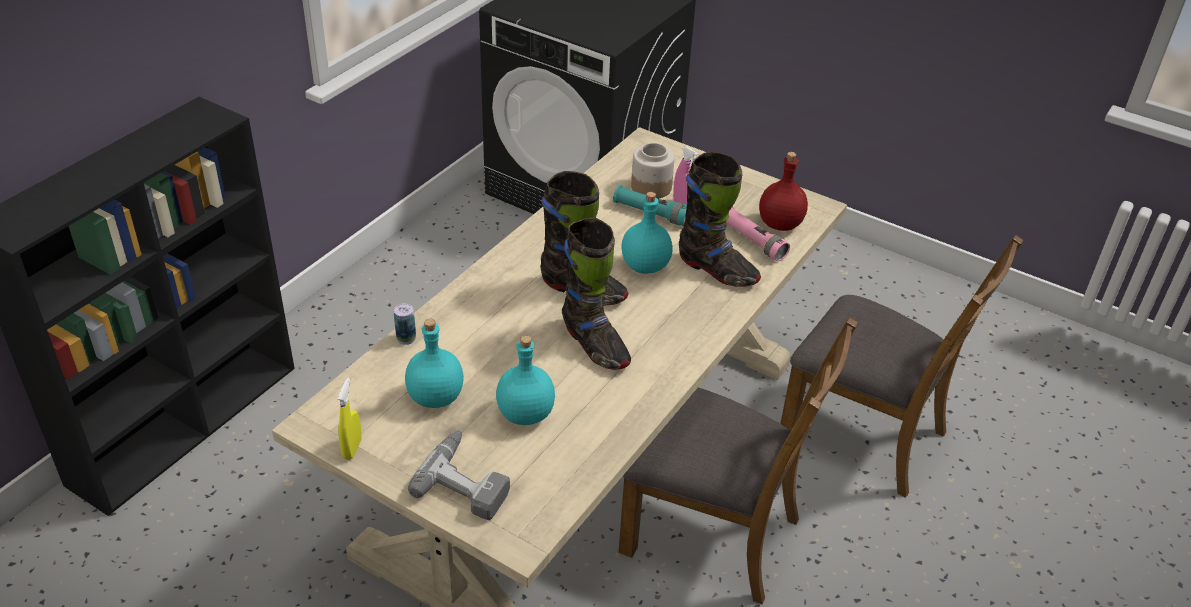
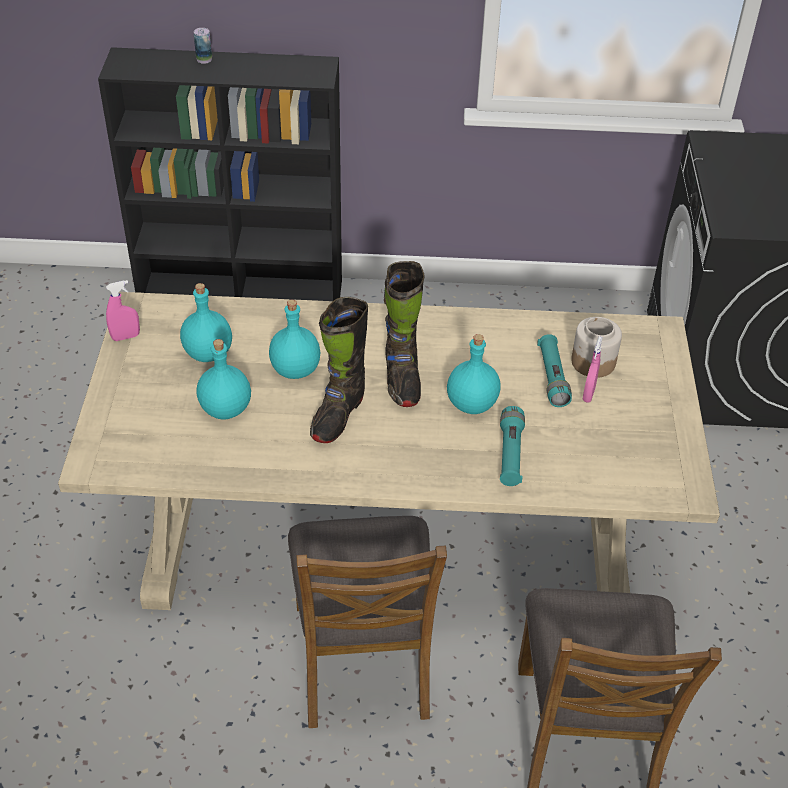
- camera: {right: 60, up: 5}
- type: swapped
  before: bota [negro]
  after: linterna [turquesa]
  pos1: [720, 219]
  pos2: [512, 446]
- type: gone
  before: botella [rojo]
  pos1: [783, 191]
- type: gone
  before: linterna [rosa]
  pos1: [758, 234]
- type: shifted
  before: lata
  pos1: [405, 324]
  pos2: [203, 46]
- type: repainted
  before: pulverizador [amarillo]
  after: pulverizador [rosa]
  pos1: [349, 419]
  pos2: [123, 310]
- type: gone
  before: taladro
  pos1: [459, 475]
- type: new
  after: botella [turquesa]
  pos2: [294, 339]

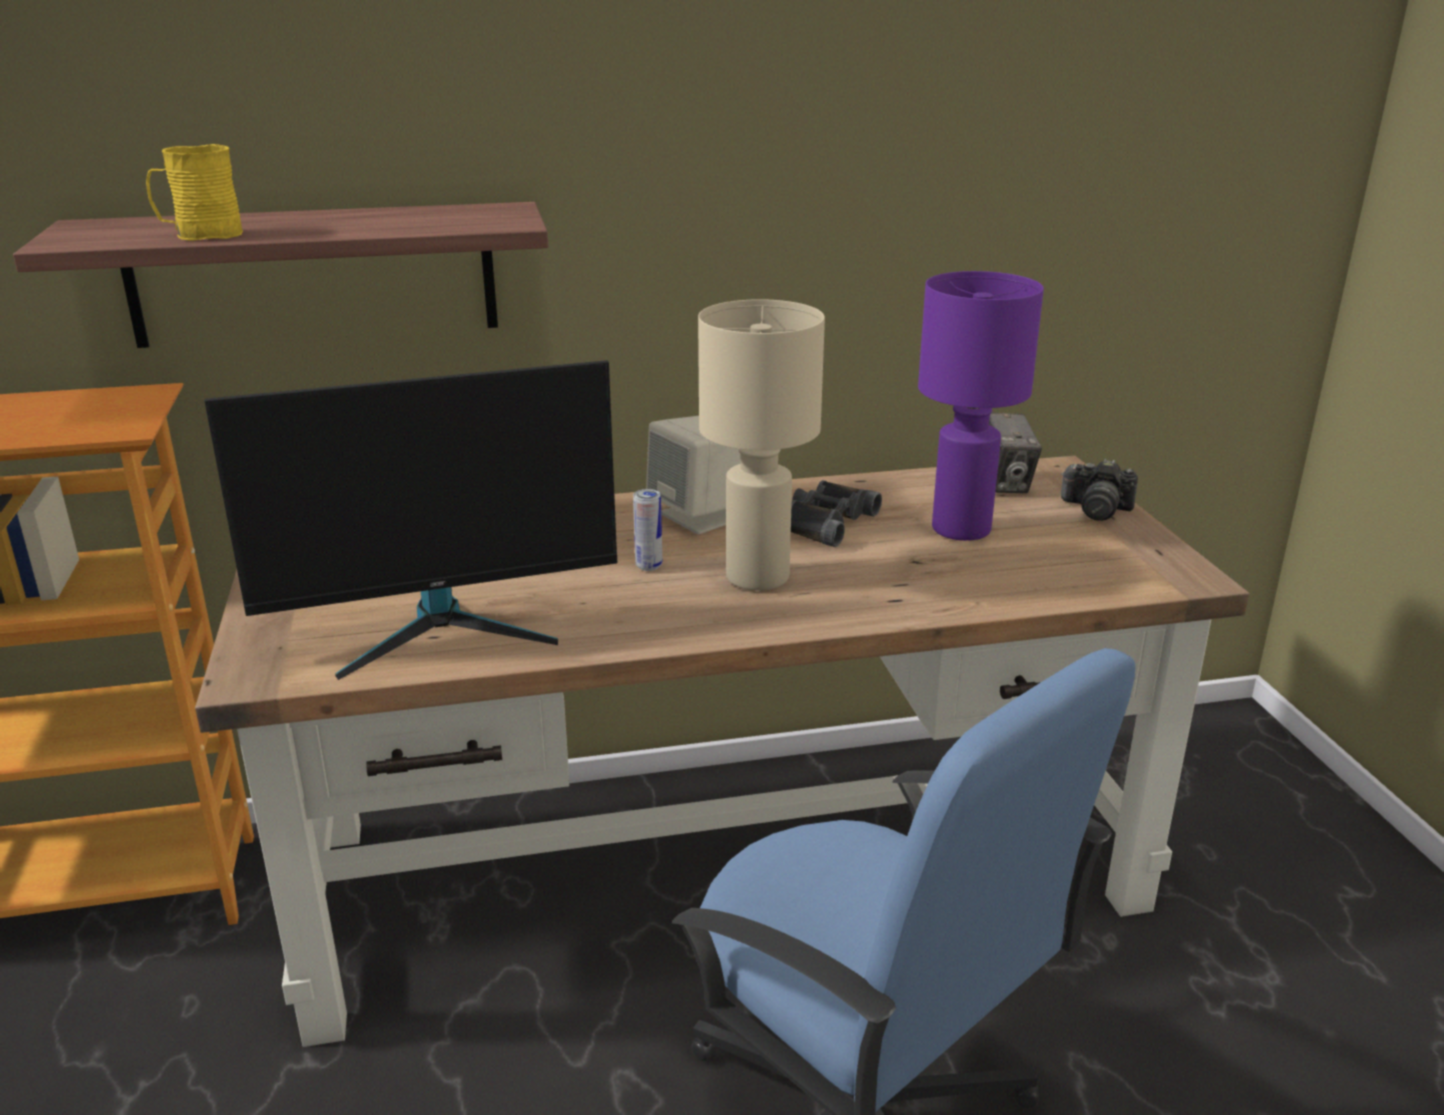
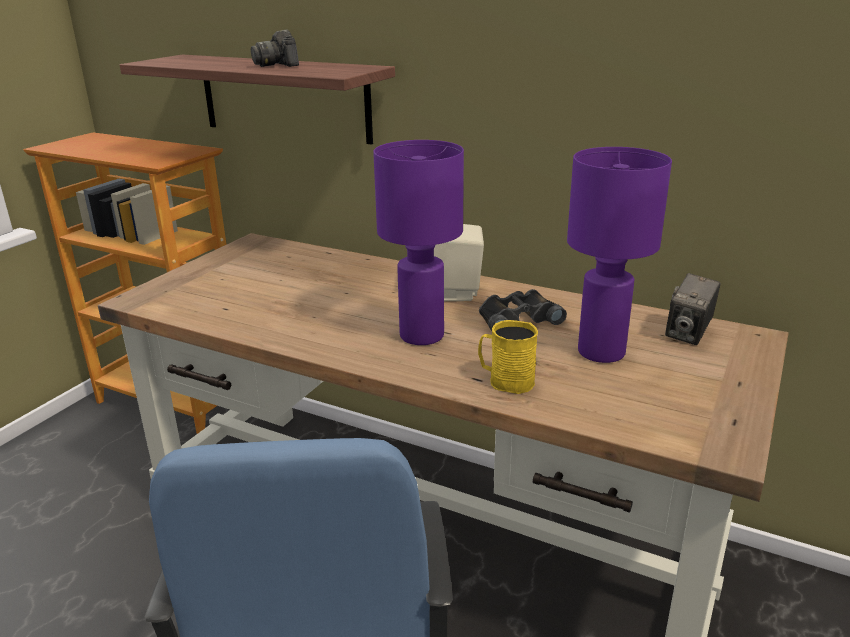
- camera: {right: 40, up: 0}
- type: shifted
  before: taza grande [amarillo]
  pos1: [194, 192]
  pos2: [508, 357]
- type: repainted
  before: lámpara de mesa [beis]
  after: lámpara de mesa [morado]
  pos1: [761, 445]
  pos2: [418, 242]
- type: gone
  before: monitor
  pos1: [410, 520]
- type: shifted
  before: cámara
  pos1: [1099, 490]
  pos2: [275, 48]
- type: gone
  before: lata
  pos1: [647, 530]

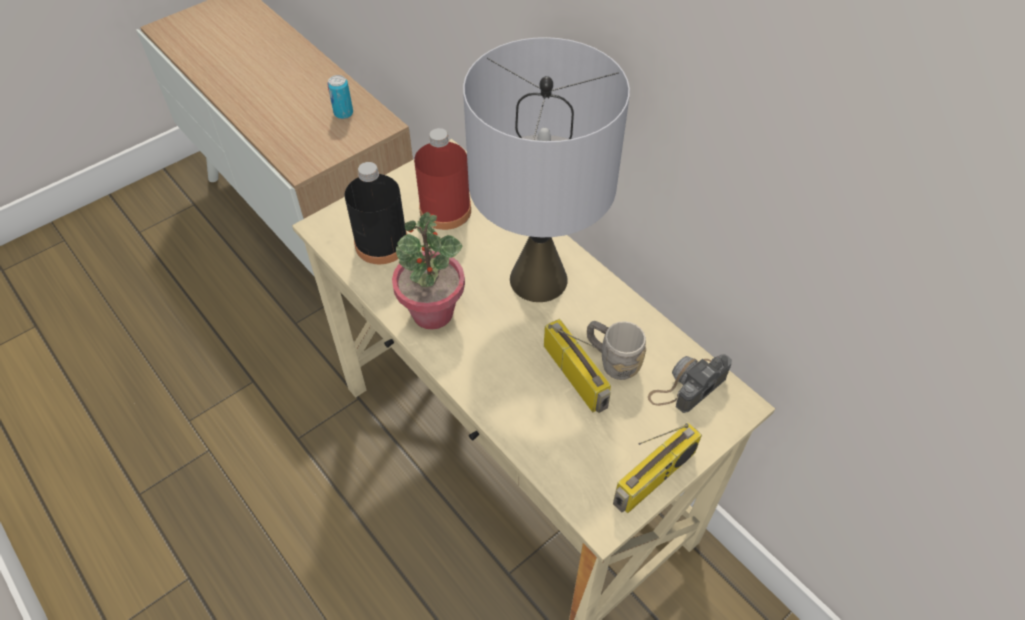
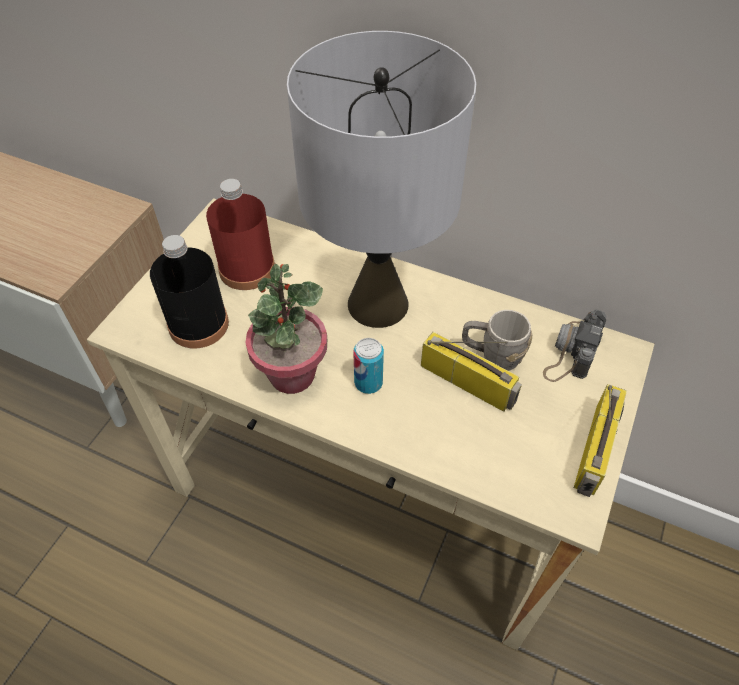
- camera: {right: -25, up: 0}
- type: shifted
  before: lata
  pos1: [340, 97]
  pos2: [368, 366]

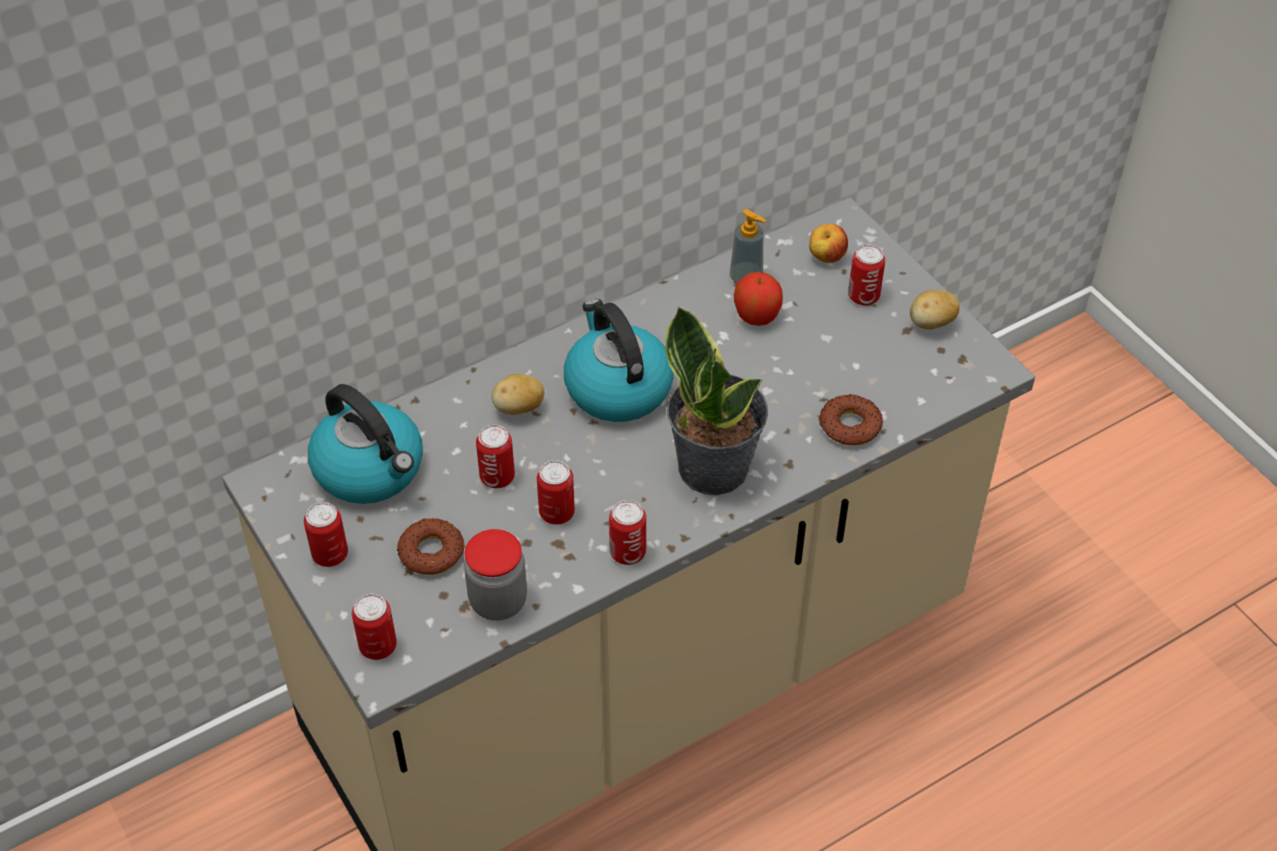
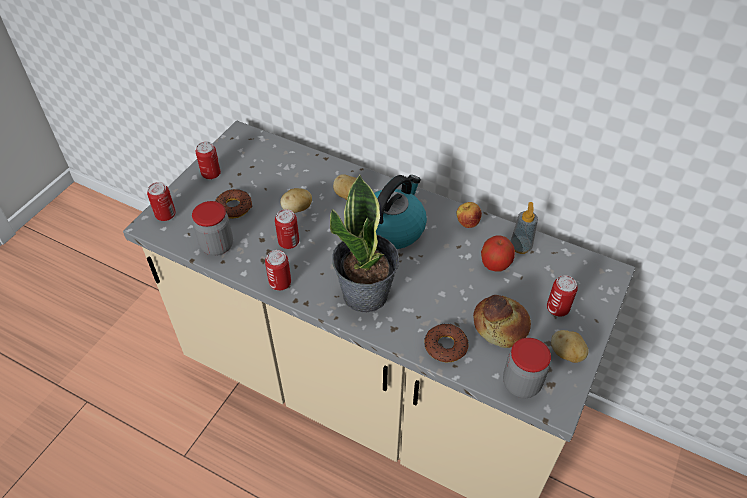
- camera: {right: 60, up: 0}
- type: shifted
  before: manzana
  pos1: [828, 243]
  pos2: [469, 215]
- type: gone
  before: hervidor
  pos1: [365, 444]
- type: swapped
  before: lata
  after: patata
  pos1: [495, 456]
  pos2: [296, 200]
- type: new
  after: pan
  pos2: [502, 321]
- type: new
  after: tarro
  pos2: [527, 368]

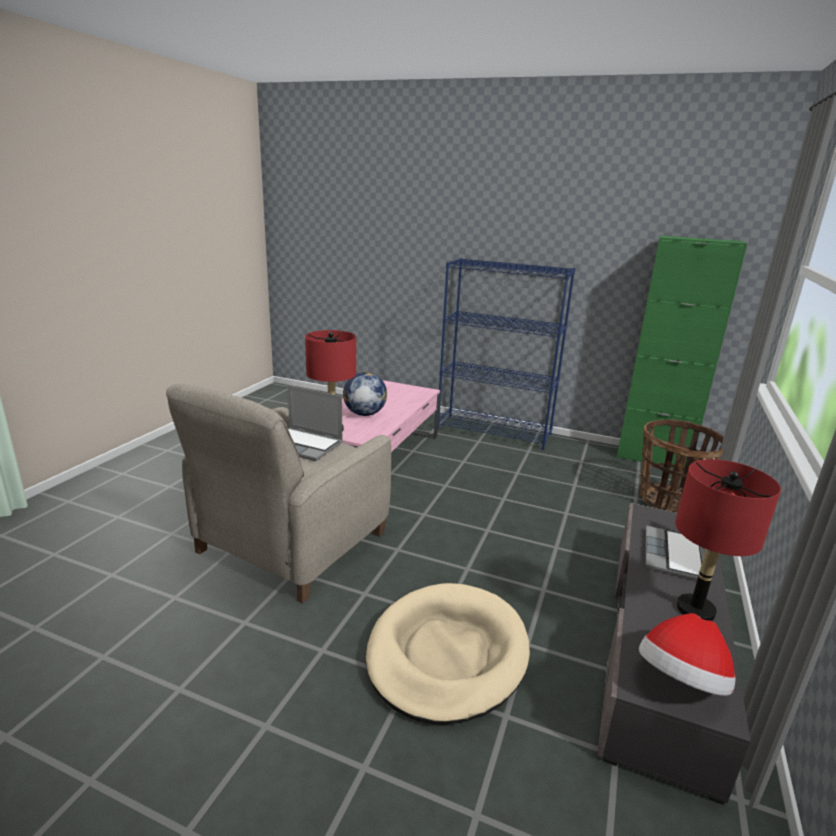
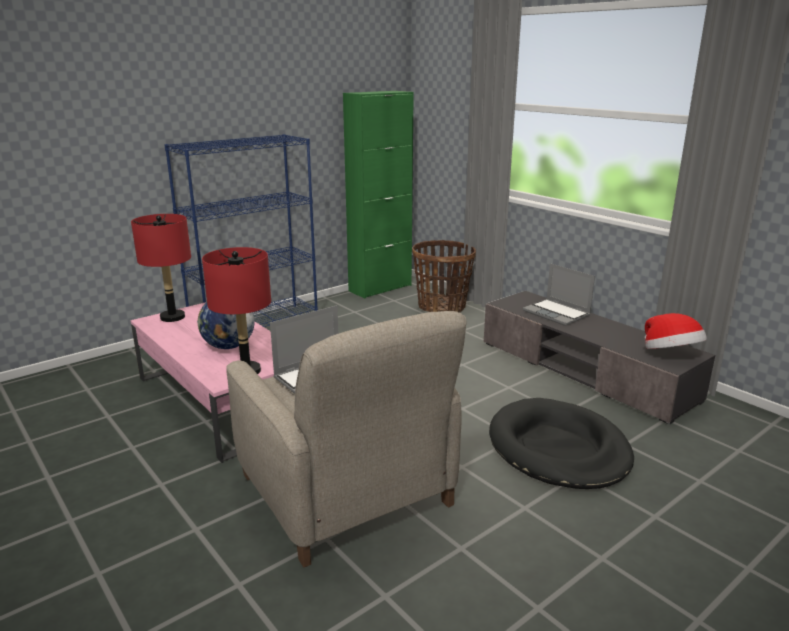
- camera: {right: -60, up: 0}
- type: shifted
  before: lámpara de mesa [rojo]
  pos1: [728, 540]
  pos2: [161, 268]
- type: repainted
  before: cama para perro [beis]
  after: cama para perro [negro]
  pos1: [448, 654]
  pos2: [561, 443]

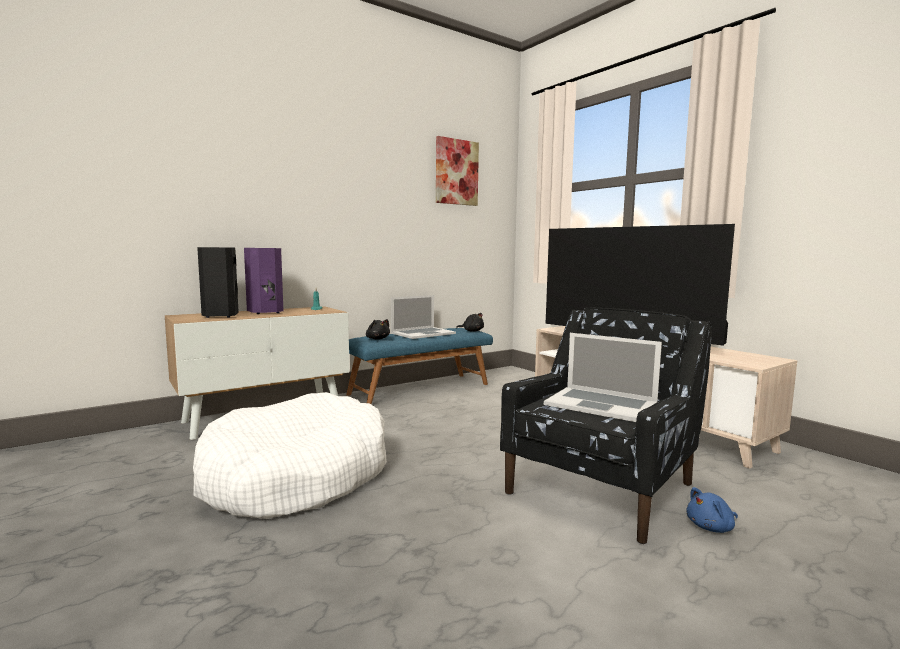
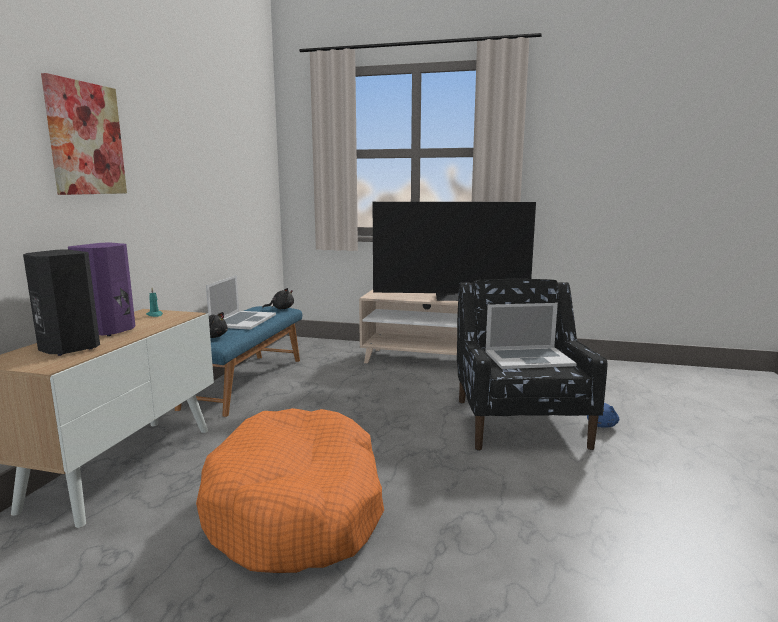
- camera: {right: -40, up: 5}
- type: shifted
  before: cuadro
  pos1: [457, 171]
  pos2: [84, 134]
- type: repainted
  before: cama para perro [blanco]
  after: cama para perro [naranja]
  pos1: [290, 455]
  pos2: [290, 490]

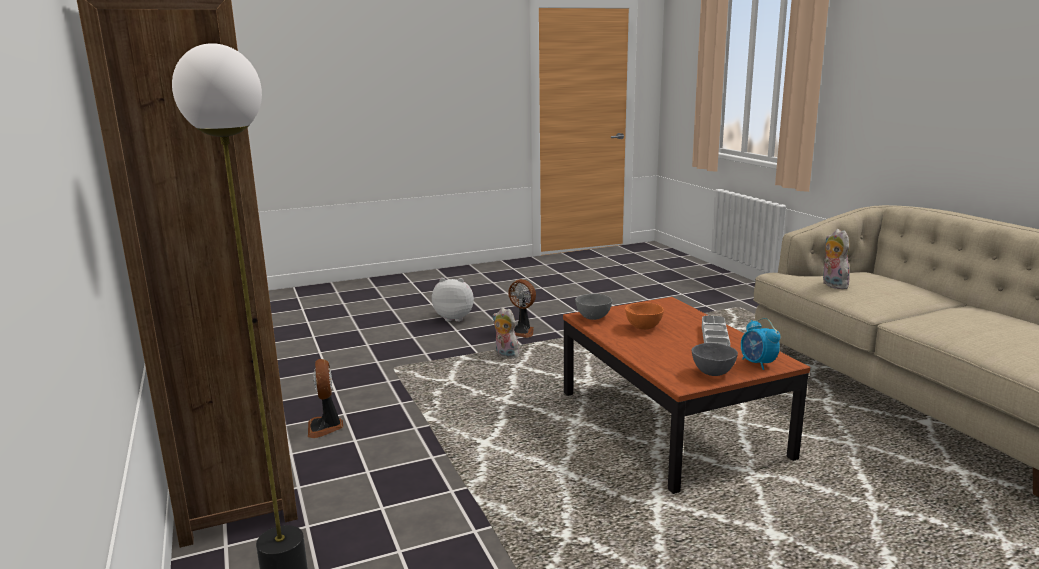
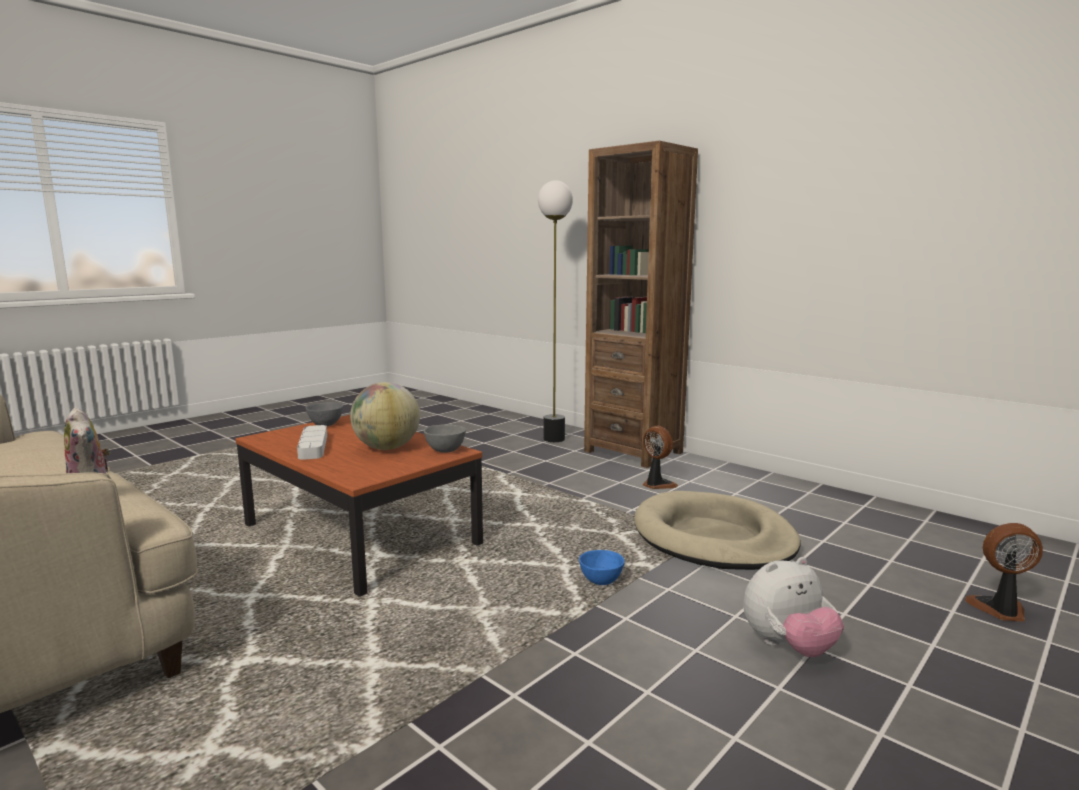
- camera: {right: 155, up: -5}
- type: shifted
  before: ventilador
  pos1: [522, 308]
  pos2: [1004, 572]
- type: swapped
  before: cuenco [naranja]
  after: globo terráqueo
  pos1: [644, 316]
  pos2: [385, 416]
- type: swapped
  before: peluche
  after: cuenco [azul]
  pos1: [506, 333]
  pos2: [602, 567]
- type: gone
  before: despertador
  pos1: [761, 344]
- type: new
  after: cama para perro [beis]
  pos2: [718, 530]

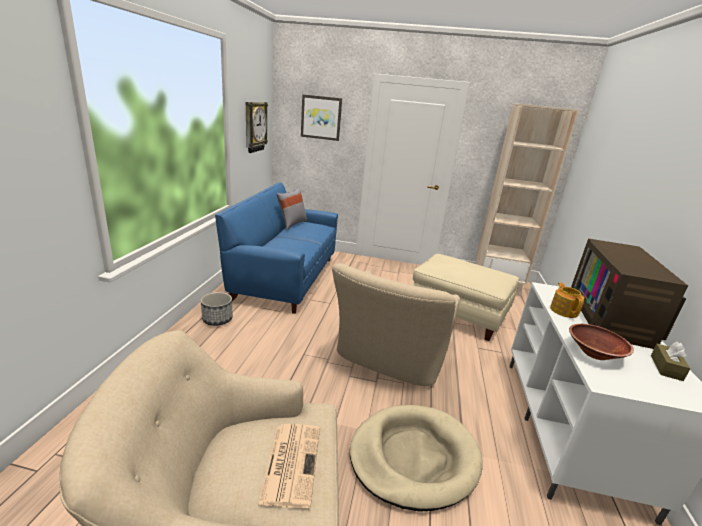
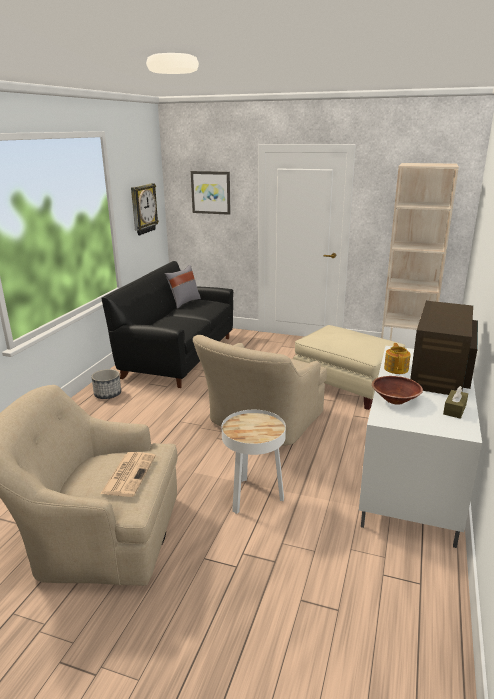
- camera: {right: 10, up: 0}
- type: repainted
  before: sofá [azul]
  after: sofá [negro]
  pos1: [276, 248]
  pos2: [167, 324]
- type: swapped
  before: cama para perro [beis]
  after: mesa auxiliar [blanco]
  pos1: [416, 458]
  pos2: [254, 462]

